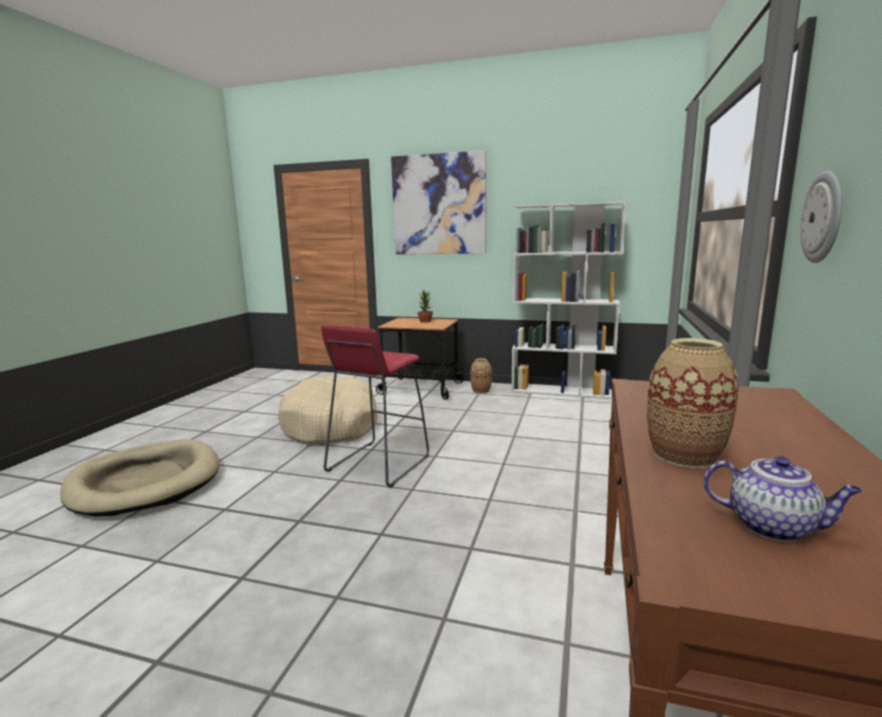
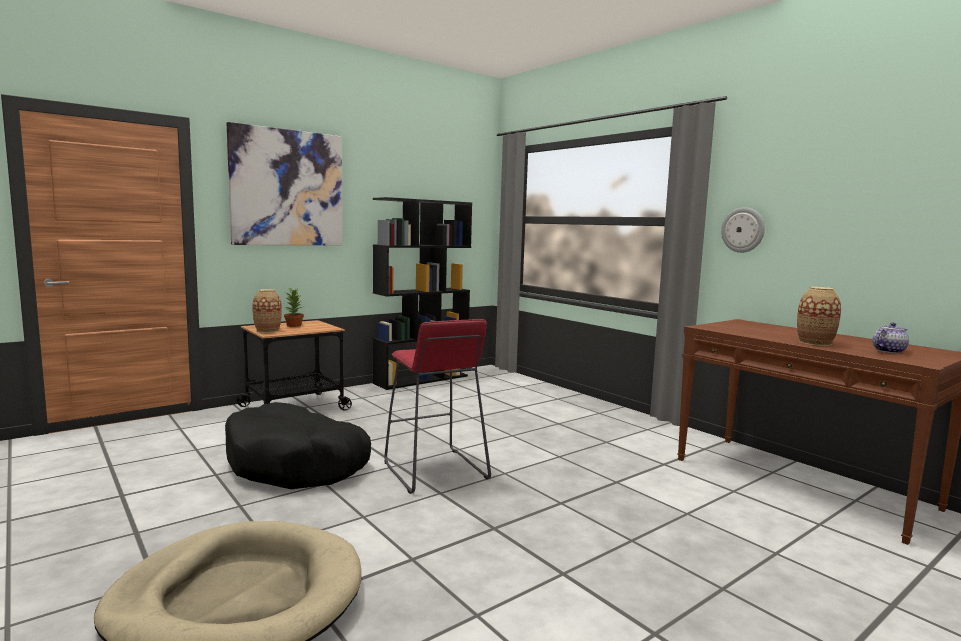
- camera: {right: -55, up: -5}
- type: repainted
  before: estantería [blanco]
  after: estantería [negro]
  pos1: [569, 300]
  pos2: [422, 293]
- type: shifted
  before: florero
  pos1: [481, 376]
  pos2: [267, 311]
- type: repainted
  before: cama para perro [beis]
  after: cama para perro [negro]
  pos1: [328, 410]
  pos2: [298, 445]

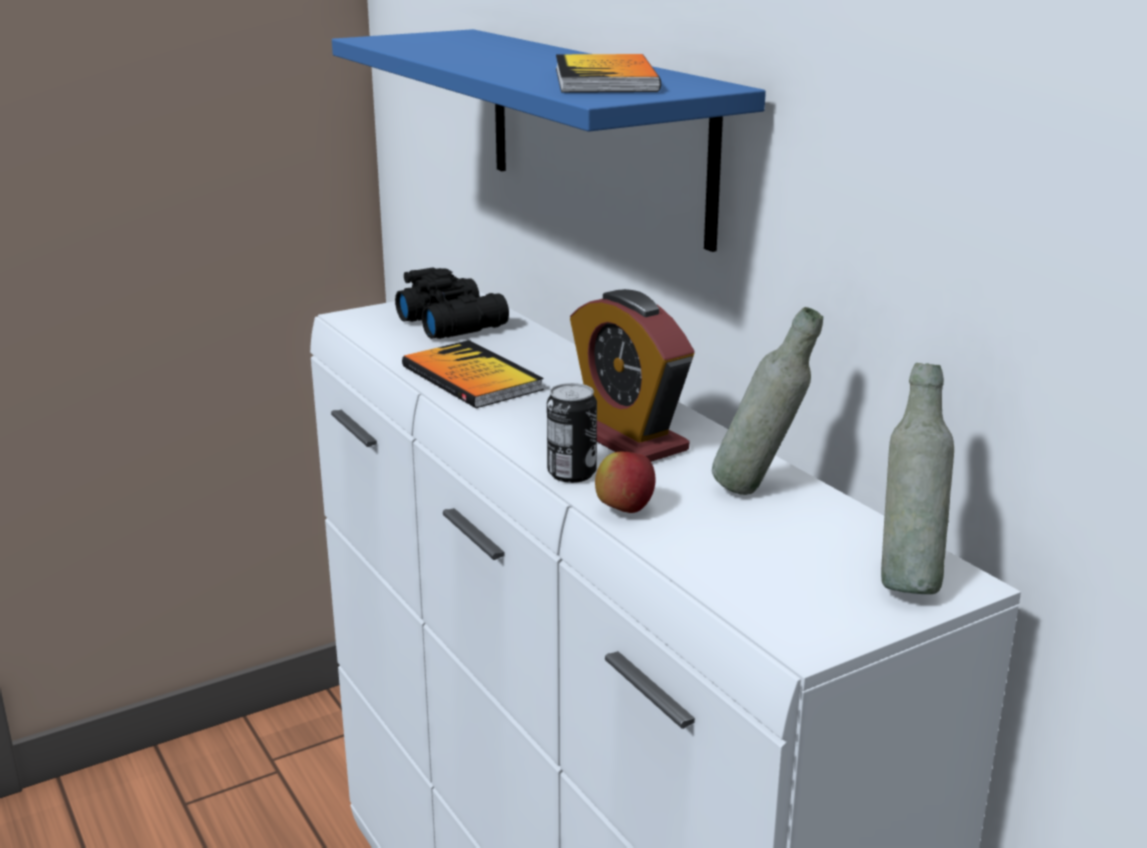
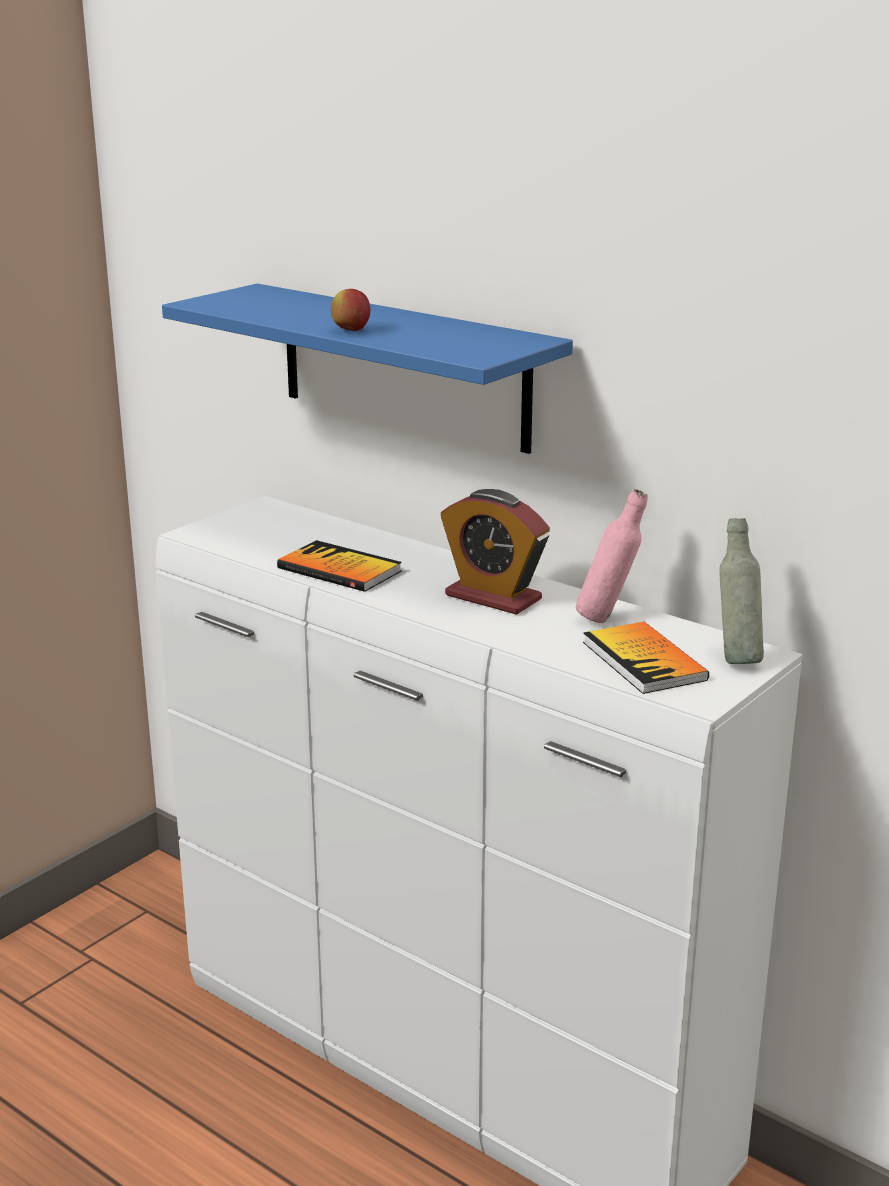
- camera: {right: -20, up: 0}
- type: shifted
  before: libro
  pos1: [608, 73]
  pos2: [646, 658]
- type: gone
  before: prismáticos [negro]
  pos1: [452, 303]
- type: repainted
  before: botella [gris]
  after: botella [rosa]
  pos1: [767, 401]
  pos2: [612, 556]
- type: gone
  before: lata
  pos1: [572, 433]
- type: shifted
  before: manzana
  pos1: [625, 482]
  pos2: [350, 310]

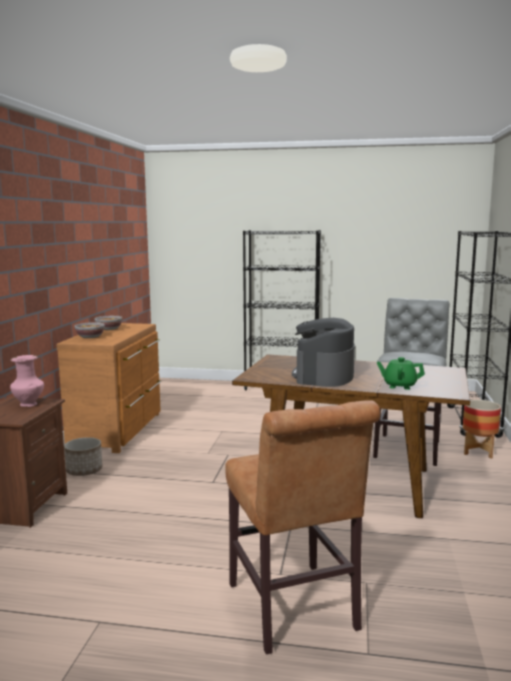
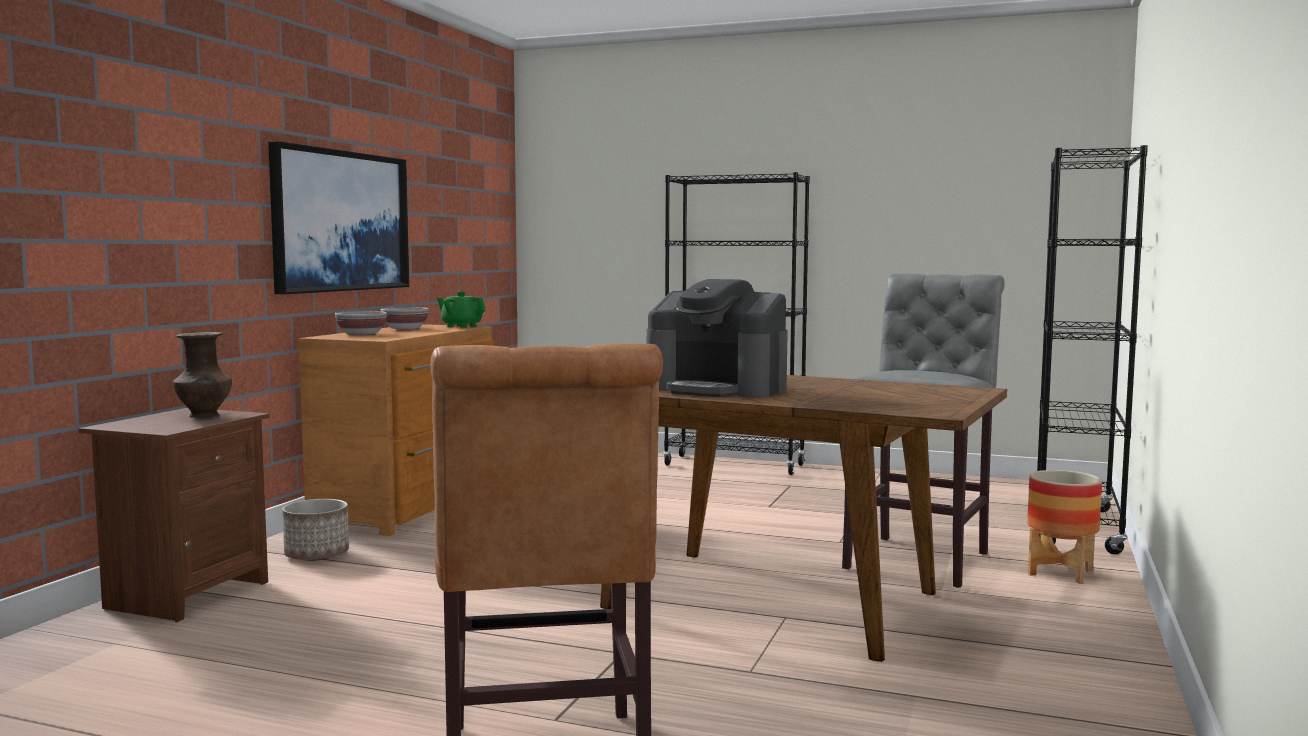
- camera: {right: 10, up: -5}
- type: rotated
  before: cafetera
  pos1: [323, 352]
  pos2: [717, 338]
  turn: -90
- type: repainted
  before: florero [rosa]
  after: florero [marrón]
  pos1: [27, 381]
  pos2: [202, 375]
- type: shifted
  before: tetera [verde]
  pos1: [401, 373]
  pos2: [461, 309]
- type: new
  after: cuadro
  pos2: [338, 217]

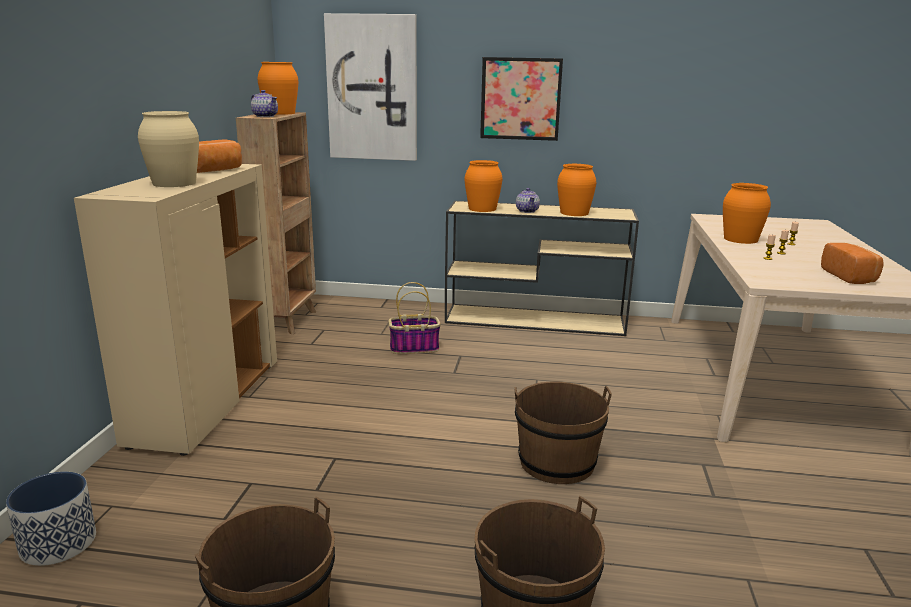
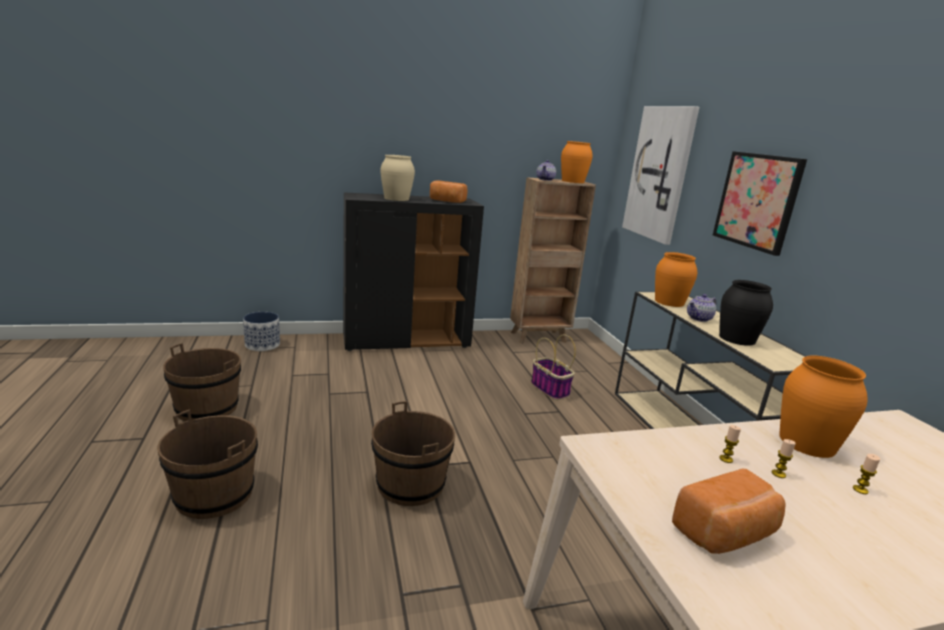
- camera: {right: 65, up: 0}
- type: repainted
  before: armario [beis]
  after: armario [negro]
  pos1: [175, 310]
  pos2: [413, 271]
- type: repainted
  before: florero [naranja]
  after: florero [negro]
  pos1: [576, 190]
  pos2: [746, 313]

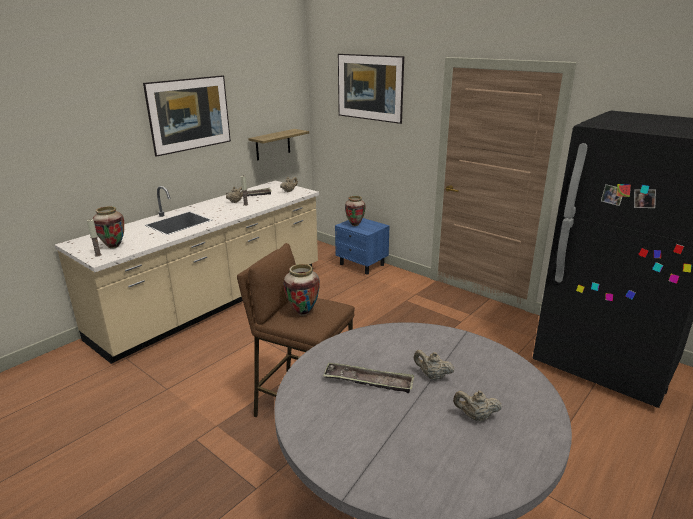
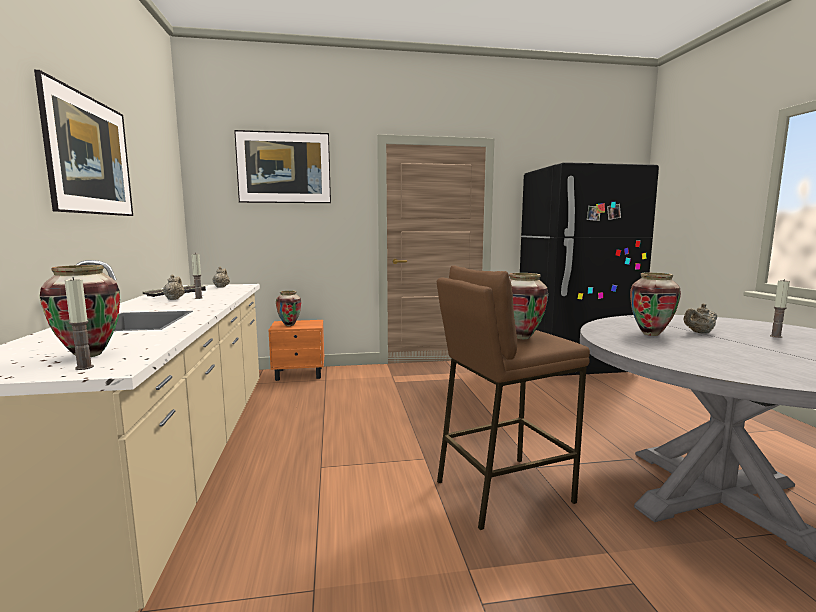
- camera: {right: -50, up: -15}
- type: gone
  before: estante
  pos1: [278, 144]
- type: repainted
  before: mesita de noche [azul]
  after: mesita de noche [naranja]
  pos1: [362, 246]
  pos2: [296, 350]
- type: gone
  before: bandeja
  pos1: [368, 377]
- type: swapped
  before: tetera [beis]
  after: vela
  pos1: [477, 405]
  pos2: [780, 308]
- type: new
  after: florero
  pos2: [655, 304]

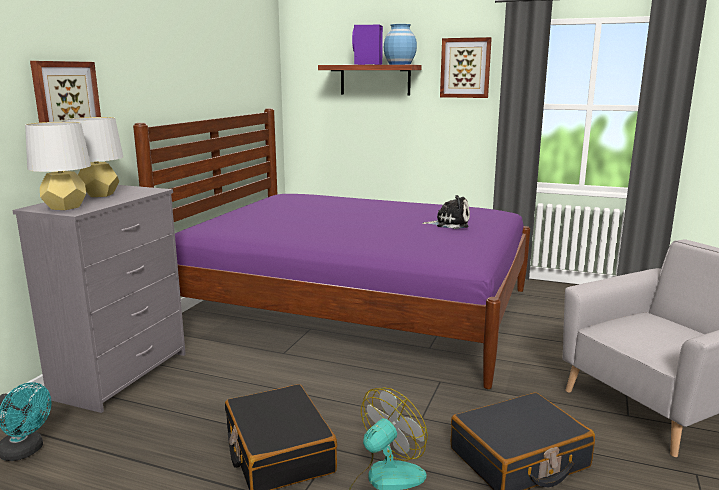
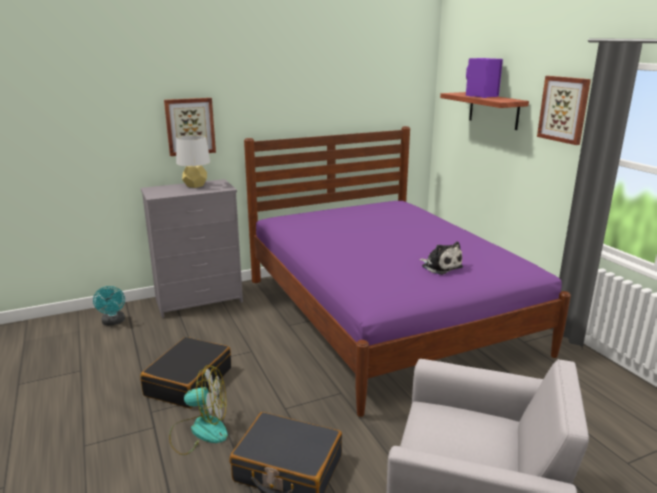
- camera: {right: 45, up: 5}
- type: gone
  before: florero [azul]
  pos1: [400, 44]
- type: gone
  before: lámpara de mesa [gris]
  pos1: [58, 166]

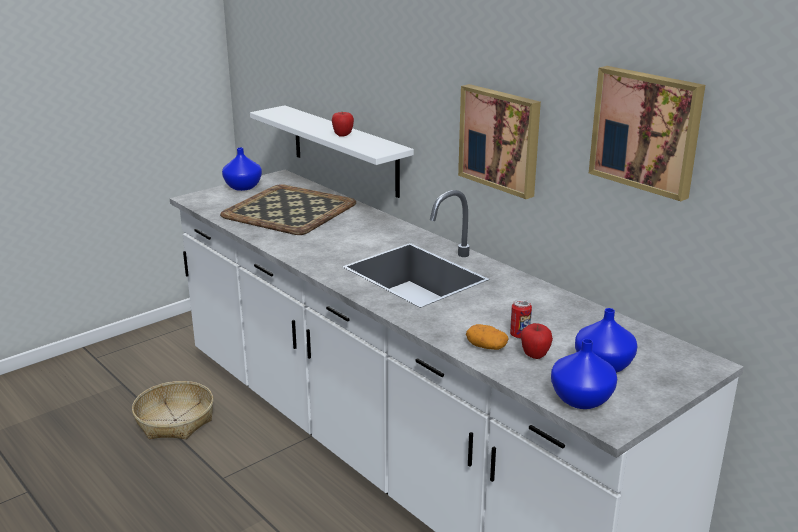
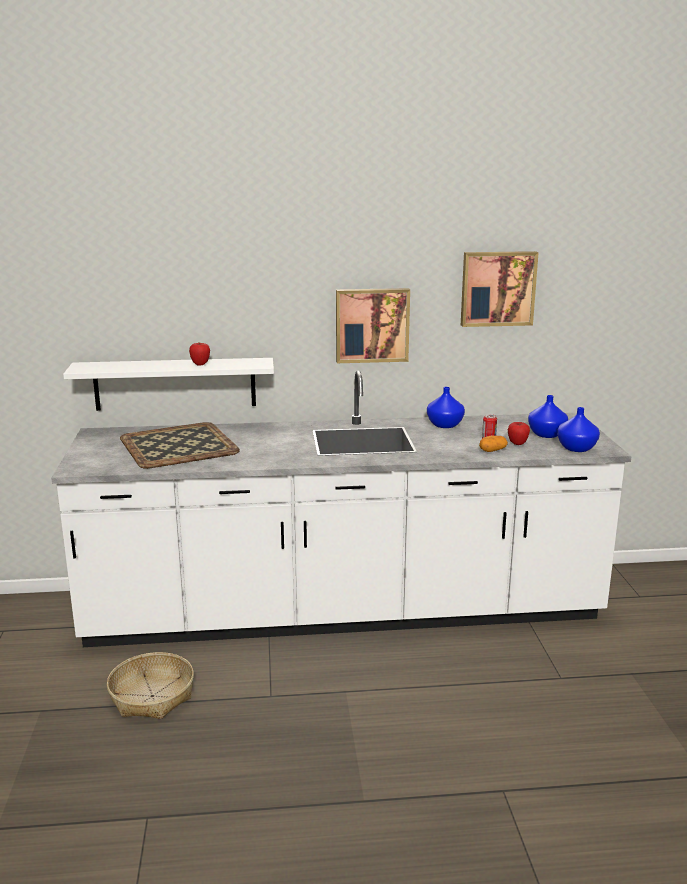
- camera: {right: -55, up: -5}
- type: shifted
  before: florero [azul]
  pos1: [242, 169]
  pos2: [446, 407]

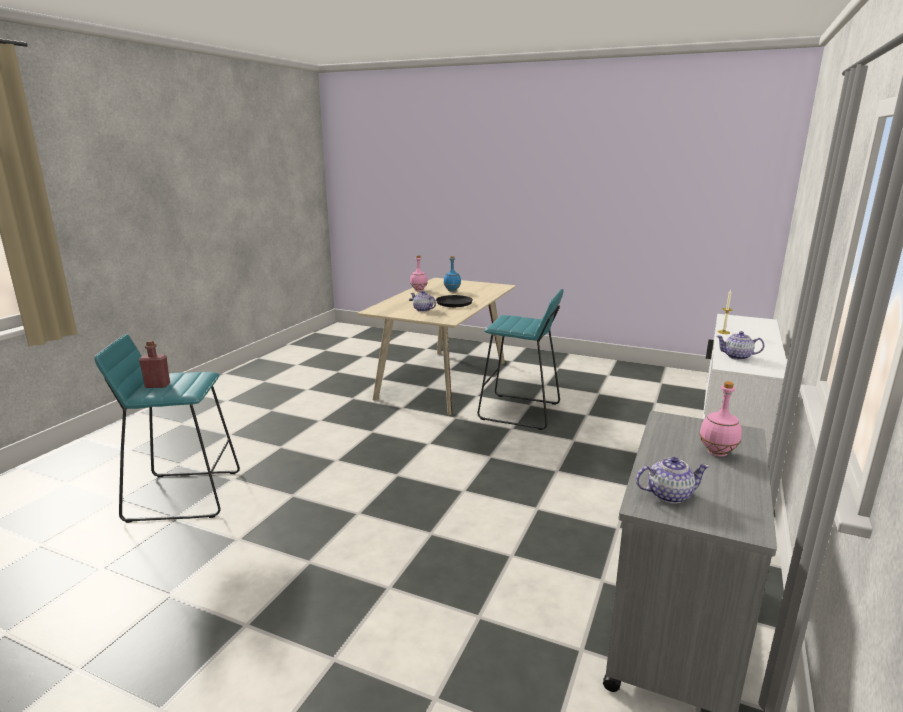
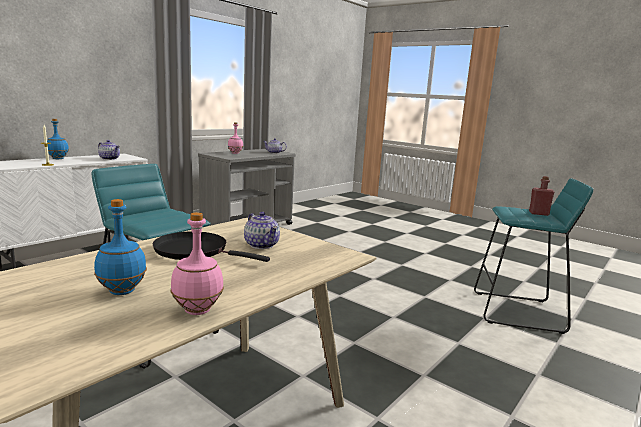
- camera: {right: -165, up: -5}
- type: new
  after: botella [azul]
  pos2: [58, 139]

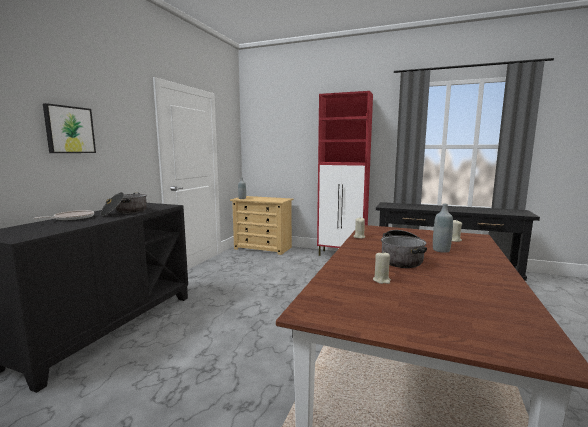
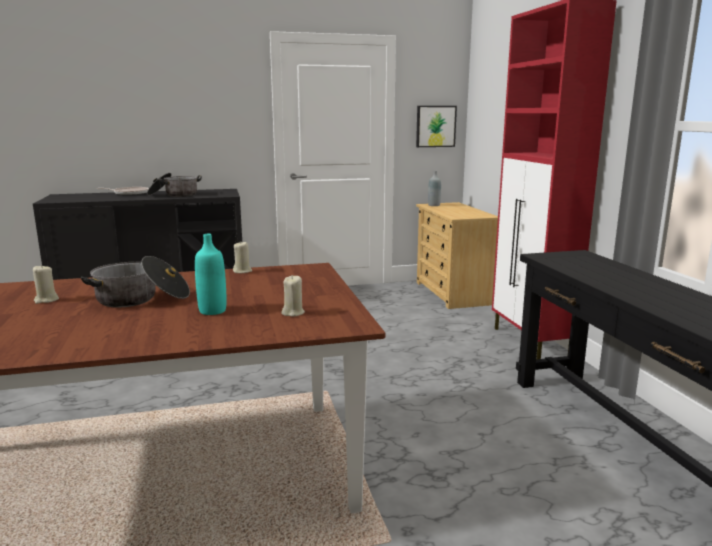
- camera: {right: 55, up: 5}
- type: shifted
  before: cuadro
  pos1: [69, 128]
  pos2: [436, 126]
- type: repainted
  before: botella [gris]
  after: botella [turquesa]
  pos1: [443, 228]
  pos2: [211, 274]

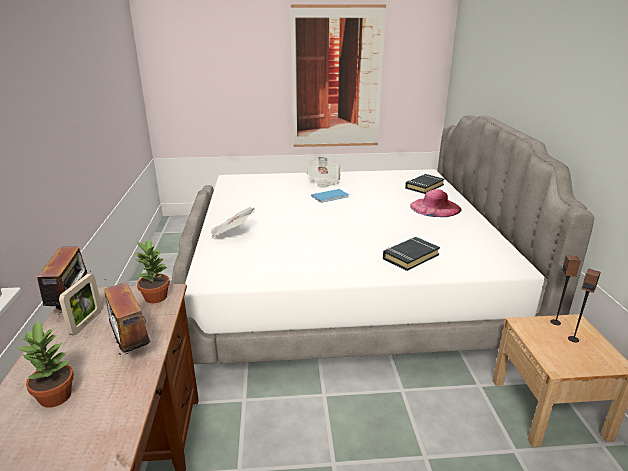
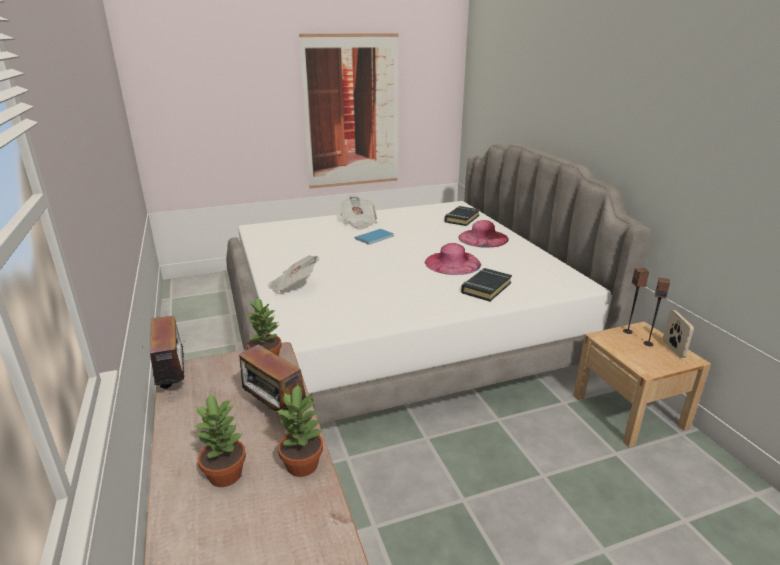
- camera: {right: -15, up: 0}
- type: shifted
  before: portarretratos
  pos1: [80, 304]
  pos2: [678, 334]
- type: new
  after: sombrero [rosa]
  pos2: [453, 259]
- type: new
  after: planta en maceta
  pos2: [299, 430]

